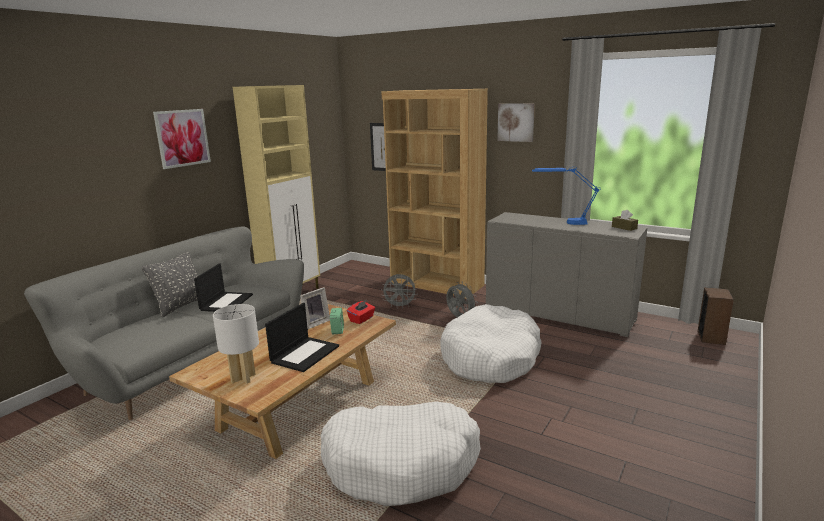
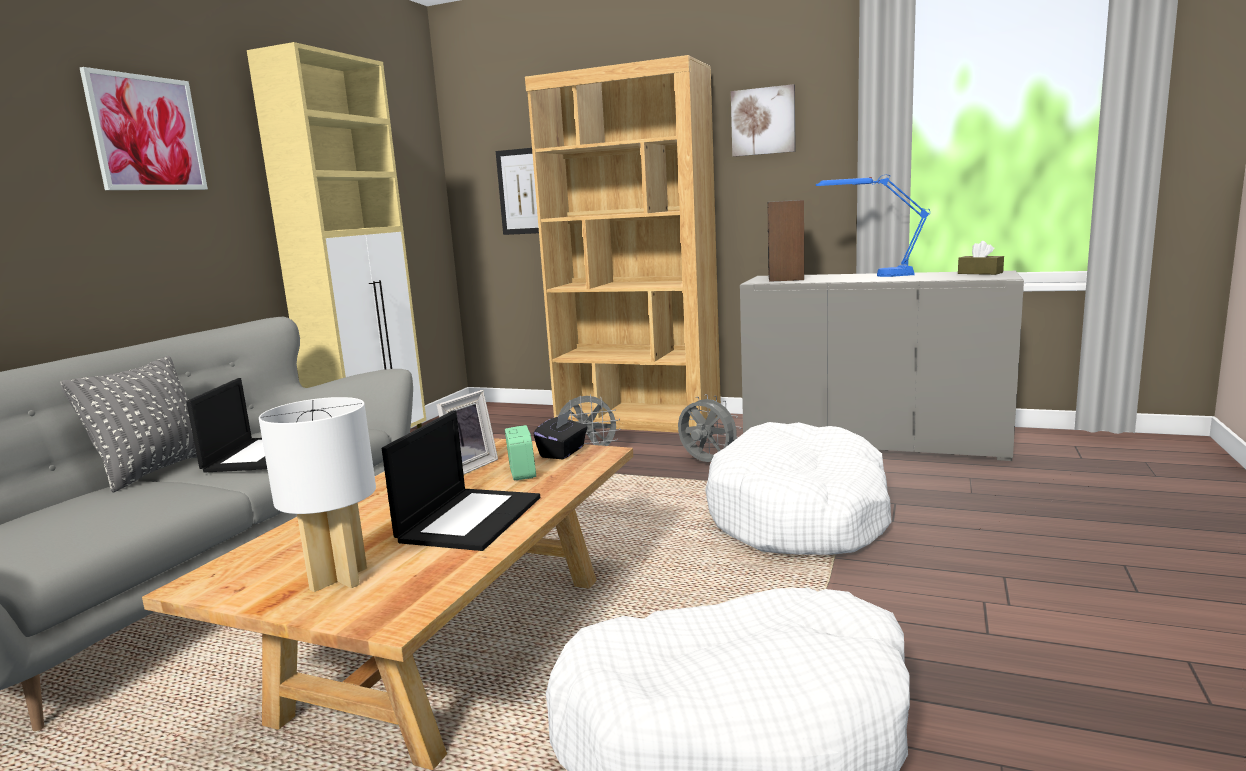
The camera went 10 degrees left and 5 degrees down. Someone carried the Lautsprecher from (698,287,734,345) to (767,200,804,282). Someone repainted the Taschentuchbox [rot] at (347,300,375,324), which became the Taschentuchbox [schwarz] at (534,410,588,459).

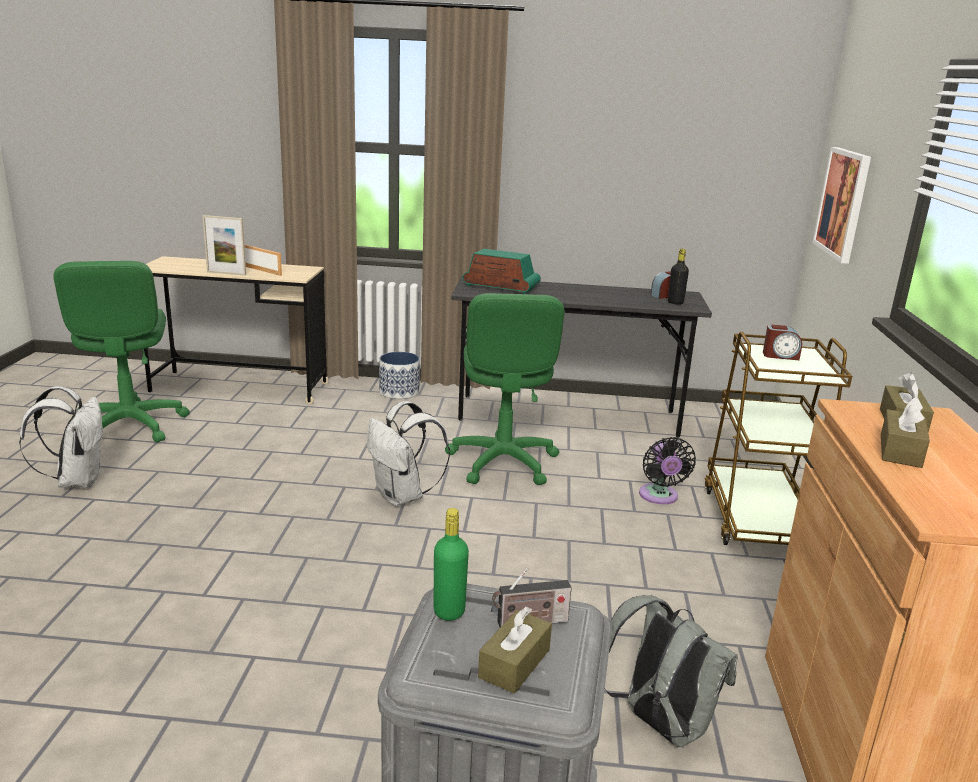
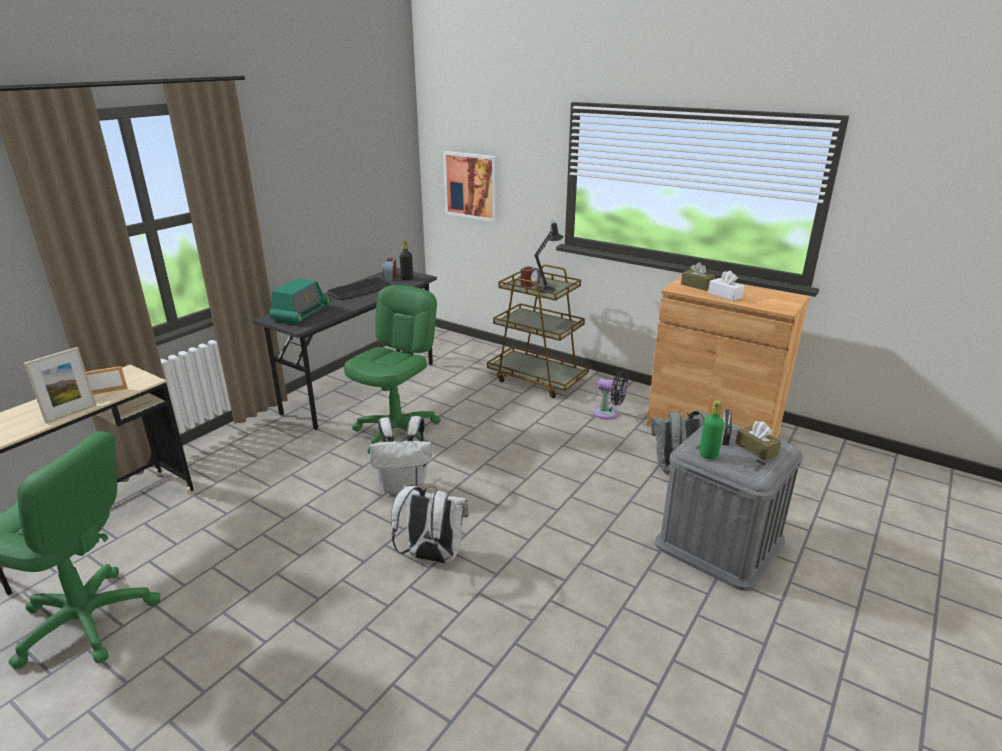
The camera went 60 degrees left and 5 degrees up. Someone rotated the Radio at (462,249,541,294) by 150 degrees clockwise. Someone rotated the Bürostuhl [grün] at (445,293,564,485) by 90 degrees counterclockwise. Someone took away the Pflanzkübel at (379,352,420,399). Someone carried the Rucksack [weiß] from (19,386,104,488) to (391,486,469,563). Someone repainted the Taschentuchbox [braun] at (881,398,930,468), which became the Taschentuchbox [weiß] at (708,271,745,301). Someone carried the Ventilator [schwarz] from (639,437,696,504) to (593,370,628,419). Someone put down the Tischlampe [schwarz] at (534,220,563,293). Someone put down the Tastatur at (327,277,391,300).

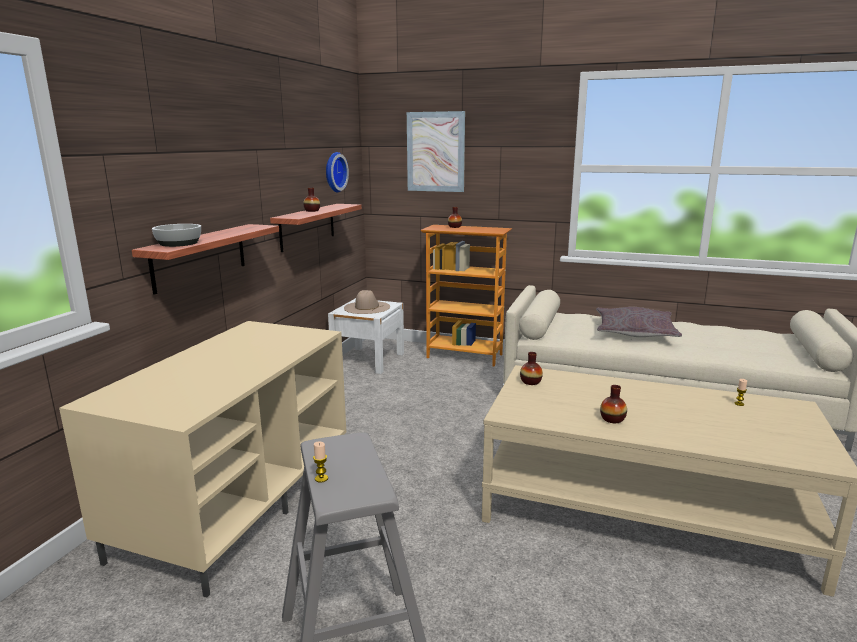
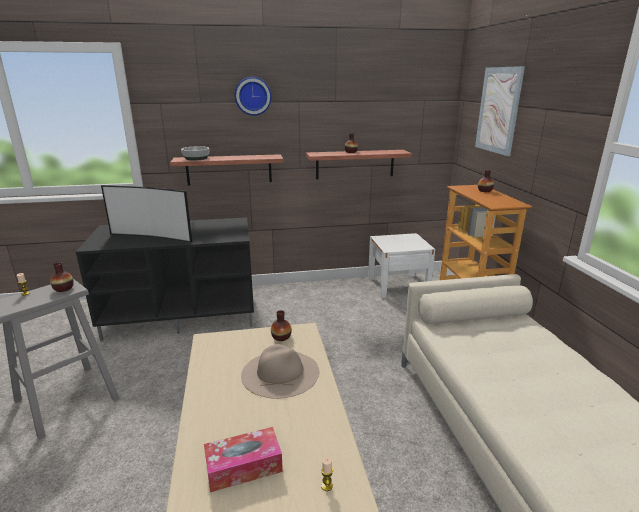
The camera went 60 degrees right and 5 degrees up. Someone carried the Wanduhr from (326,152,349,192) to (235,77,272,116). Someone carried the Hut [beige] from (344,290,390,314) to (241,344,319,399). Someone took away the Kissen [grau] at (596,307,682,337). Someone repainted the Fernsehschrank [beige] at (59,321,346,597), which became the Fernsehschrank [schwarz] at (76,217,254,341). Someone carried the Vase from (600,385,627,423) to (50,262,74,292). Someone put down the Fernseher at (101,185,192,242). Someone put down the Taschentuchbox at (204,427,283,492).

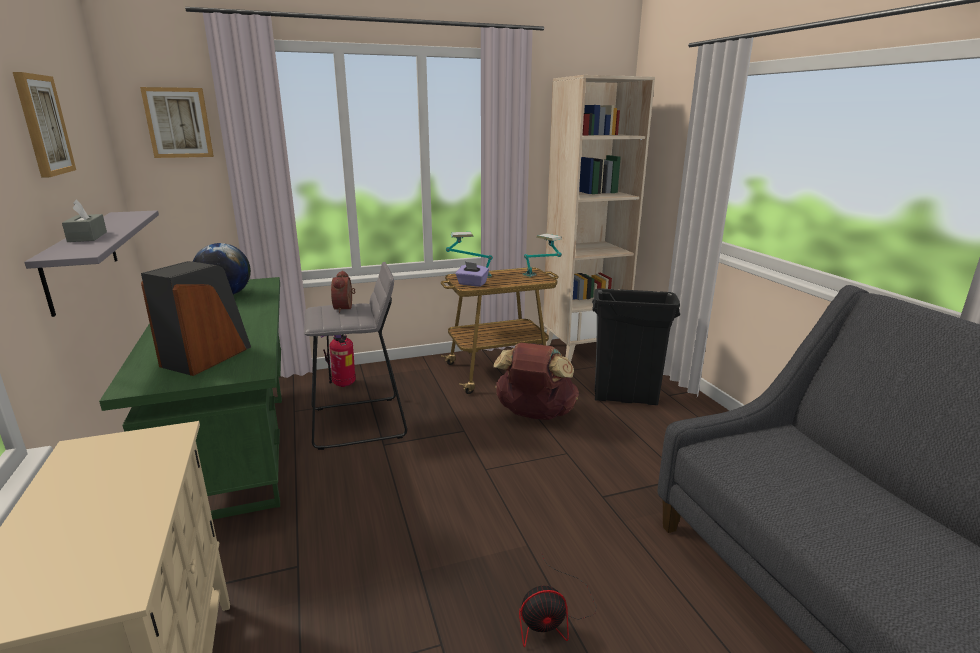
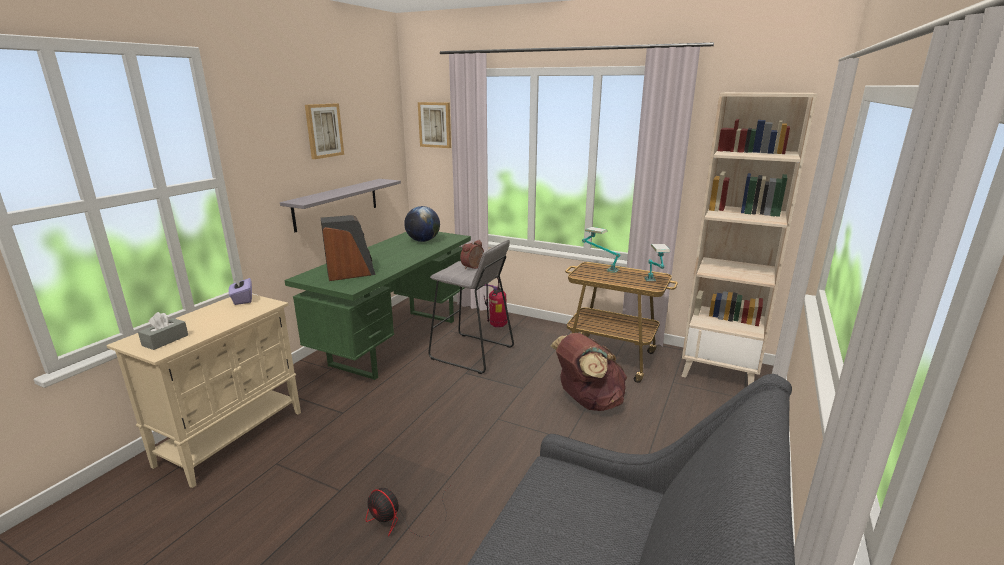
The camera went 45 degrees right and 0 degrees up. Someone carried the Taschentuchbox [grau] from (62,200,107,242) to (138,312,188,350). Someone carried the Taschentuchbox [lila] from (456,262,489,287) to (229,275,252,305). Someone took away the Mülleimer [schwarz] at (592,288,680,405).

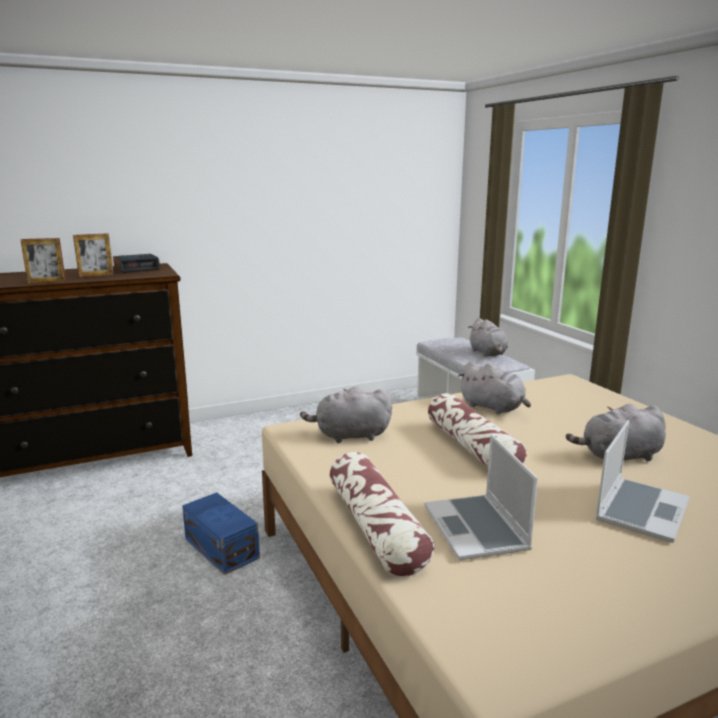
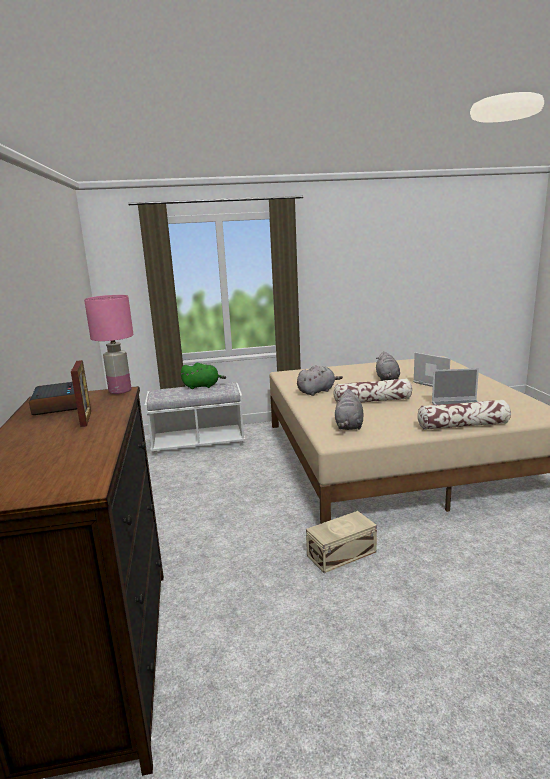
The camera went 75 degrees left and 0 degrees up. Someone took away the Bilderrahmen at (21,238,66,284). Someone repainted the Plüschtier [grau] at (468,318,508,357), which became the Plüschtier [grün] at (181,363,226,389). Someone repainted the Aufbewahrungsbox [blau] at (182,492,260,575), which became the Aufbewahrungsbox [beige] at (306,511,377,573). Someone put down the Tischlampe [rosa] at (84,295,134,394).

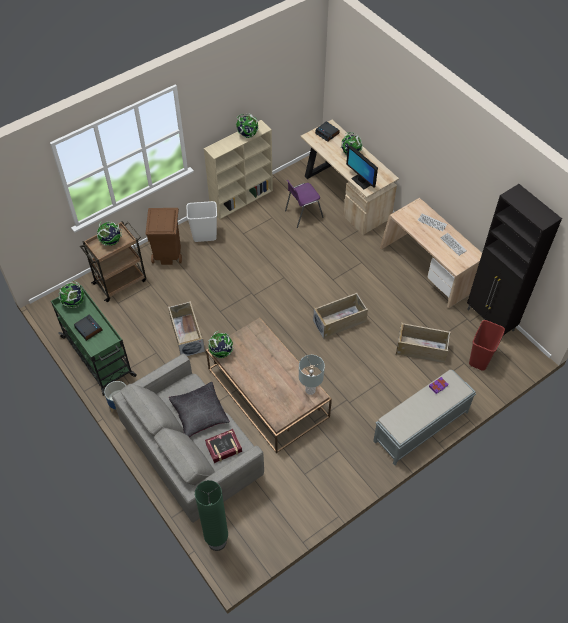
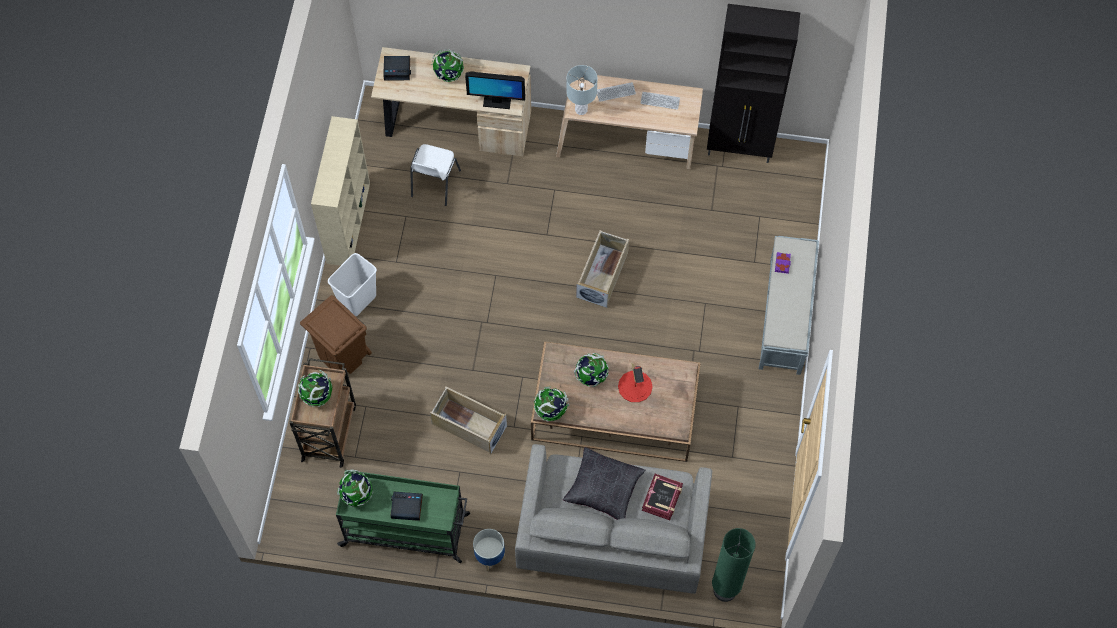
The camera went 45 degrees left and 10 degrees up. Someone carried the Globus from (235,113,259,138) to (574,353,609,387). Someone repainted the Stuhl [lila] at (285,180,324,228), which became the Stuhl [weiß] at (410,144,461,206). Someone took away the Mülleimer [rot] at (469,320,505,371). Someone took away the Aufbewahrungsbox [beige] at (396,322,451,363). Someone carried the Tischlampe [grau] from (299,355,325,395) to (566,65,598,115). Someone put down the Tischlampe [rot] at (618,363,653,402).

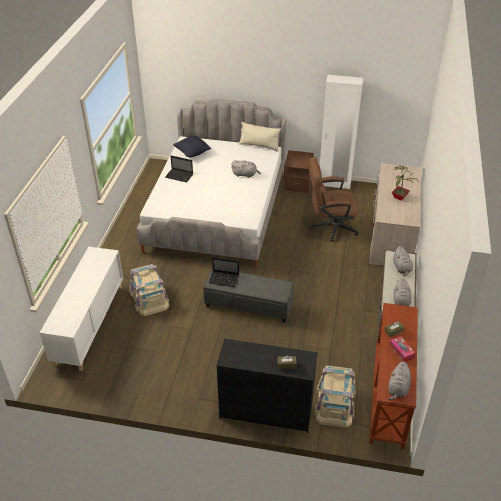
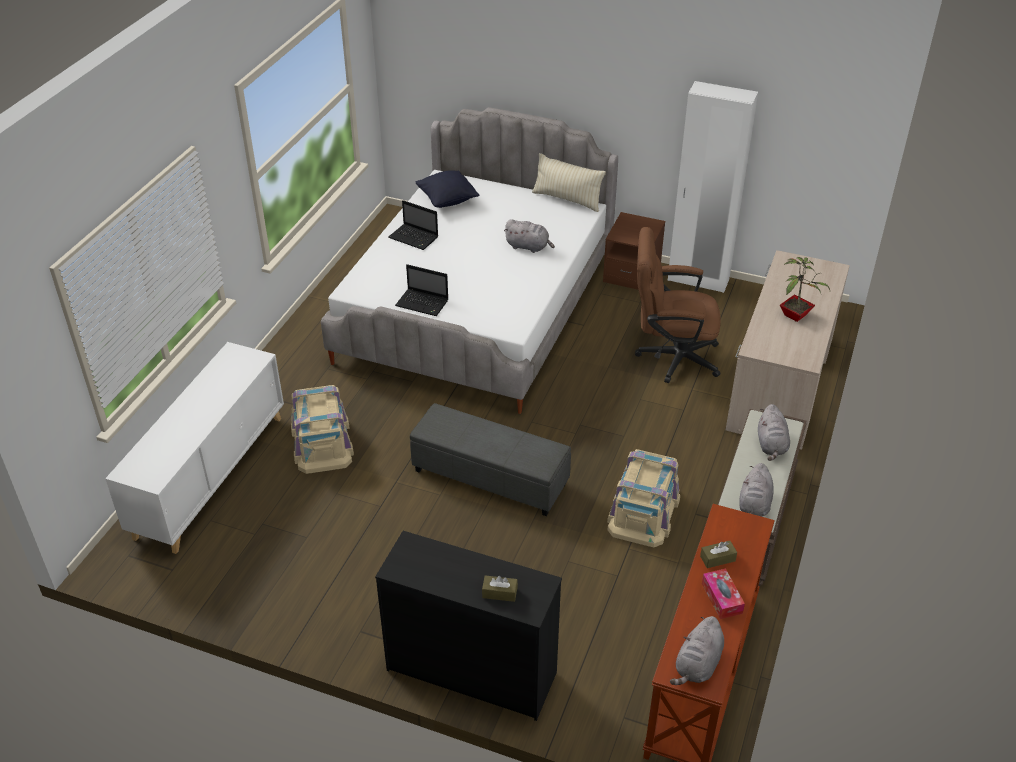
The camera went 10 degrees right and 0 degrees up. Someone carried the Laptop from (209,257,239,287) to (395,264,448,316). Someone carried the Aufbewahrungsbox [beige] from (315,366,355,428) to (607,449,680,547).

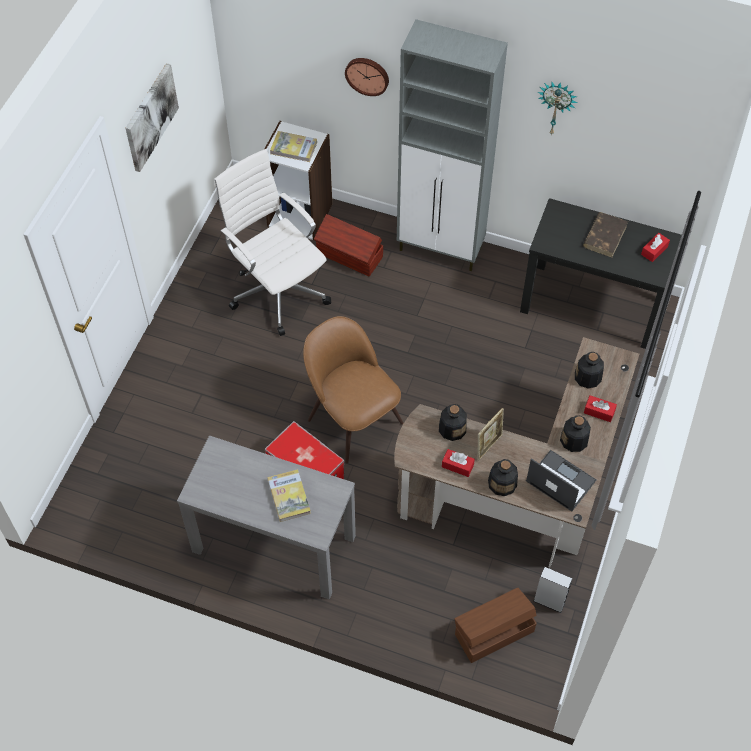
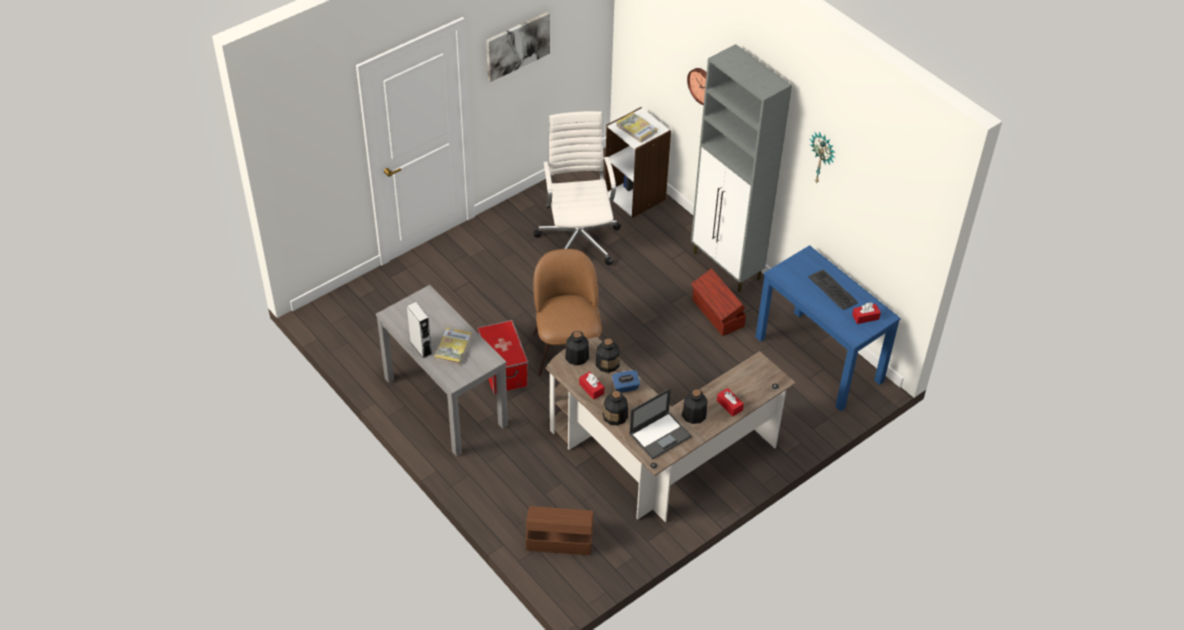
The camera went 30 degrees right and 10 degrees down. Someone repainted the Konsolentisch [schwarz] at (520,198,682,349), which became the Konsolentisch [blau] at (755,245,901,411). Someone swapped the Buch [braun] at (583,212,628,258) for the Tastatur at (808,269,858,310). Someone carried the Aufbewahrungsbox [braun] from (314,214,383,276) to (691,268,746,336). Someone carried the Flasche from (575,352,604,388) to (565,331,589,365). Someone swapped the Bilderrahmen at (477,408,504,461) for the Taschentuchbox [blau] at (612,370,640,393). Someone rotated the Laptop at (526,450,597,511) by 75 degrees clockwise. Someone carried the Lautsprecher [grau] from (533,567,572,613) to (407,302,432,358).

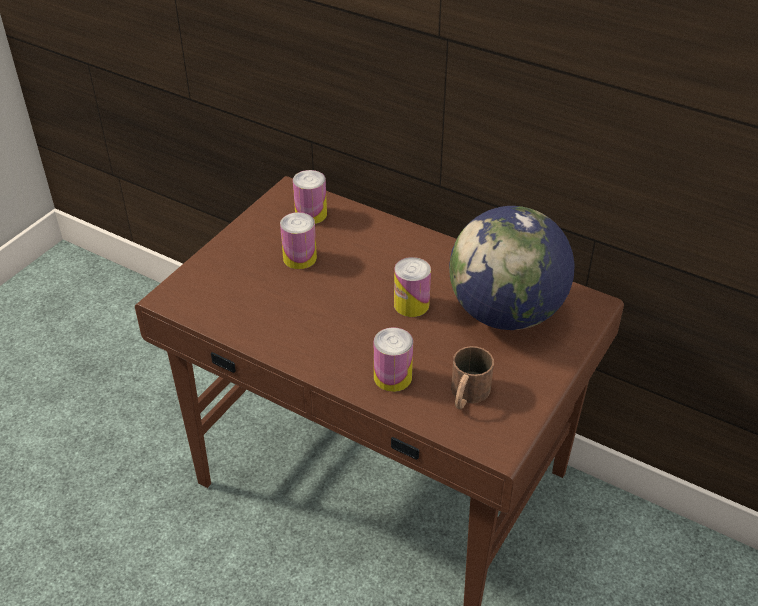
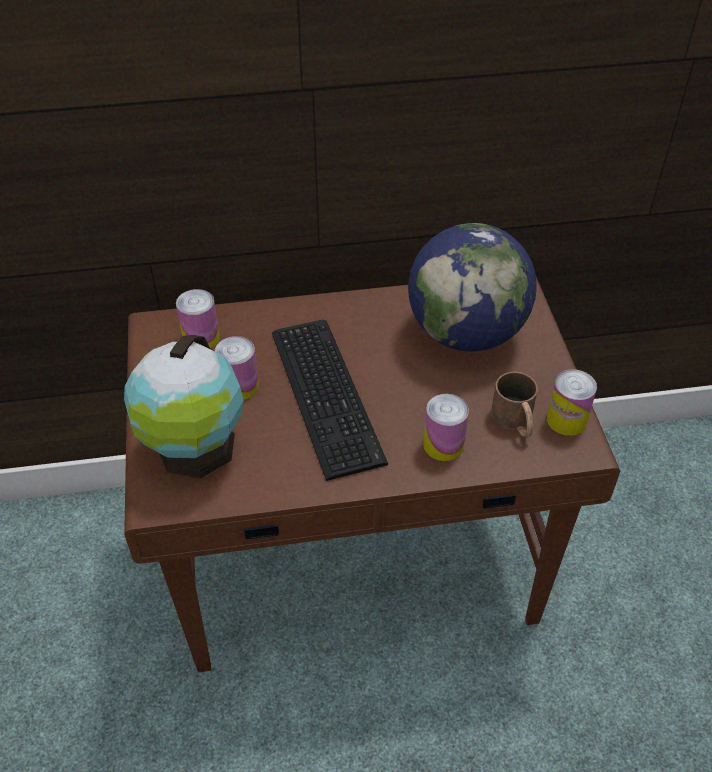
The camera went 40 degrees left and 5 degrees up. Someone carried the Dose from (394,257,431,317) to (547,369,597,436). Someone put down the Tastatur at (272,320,388,481). Someone put down the Globus at (124,335,244,479).

